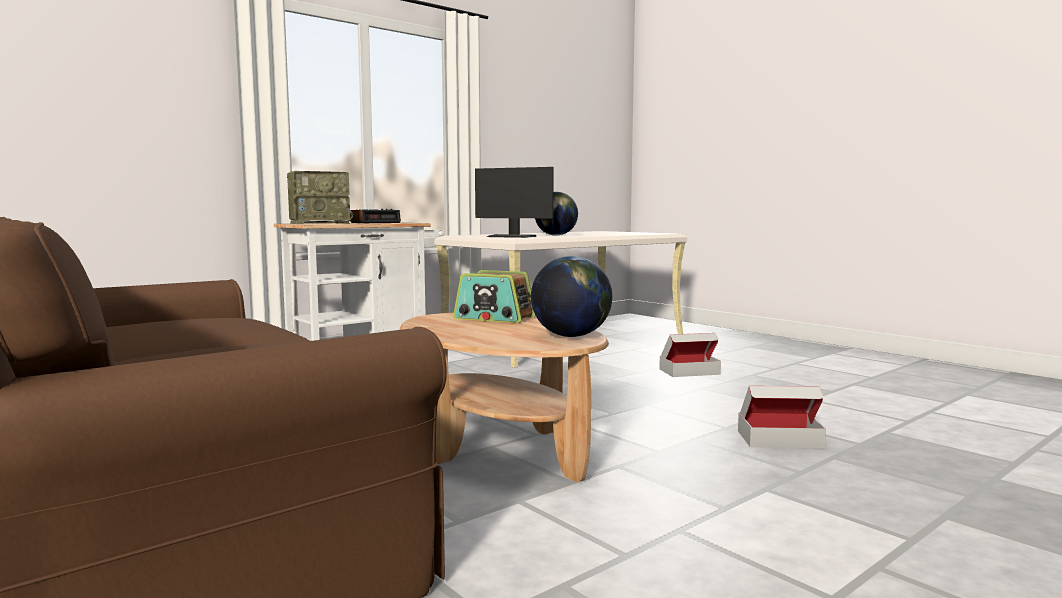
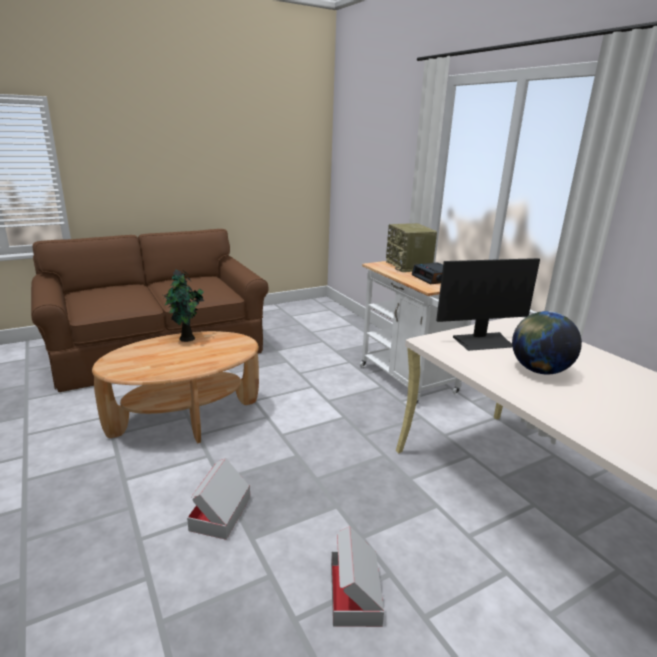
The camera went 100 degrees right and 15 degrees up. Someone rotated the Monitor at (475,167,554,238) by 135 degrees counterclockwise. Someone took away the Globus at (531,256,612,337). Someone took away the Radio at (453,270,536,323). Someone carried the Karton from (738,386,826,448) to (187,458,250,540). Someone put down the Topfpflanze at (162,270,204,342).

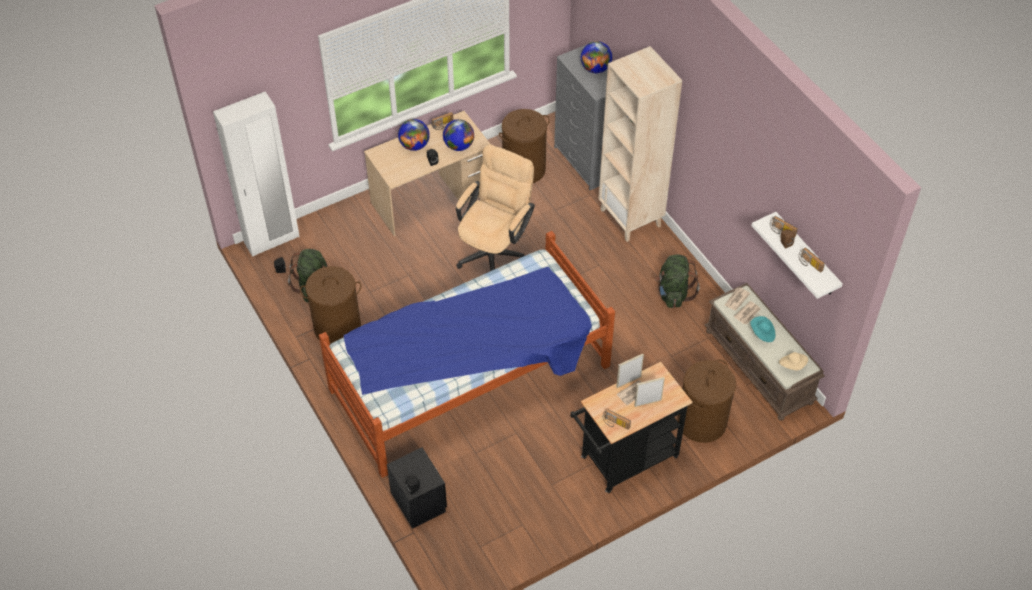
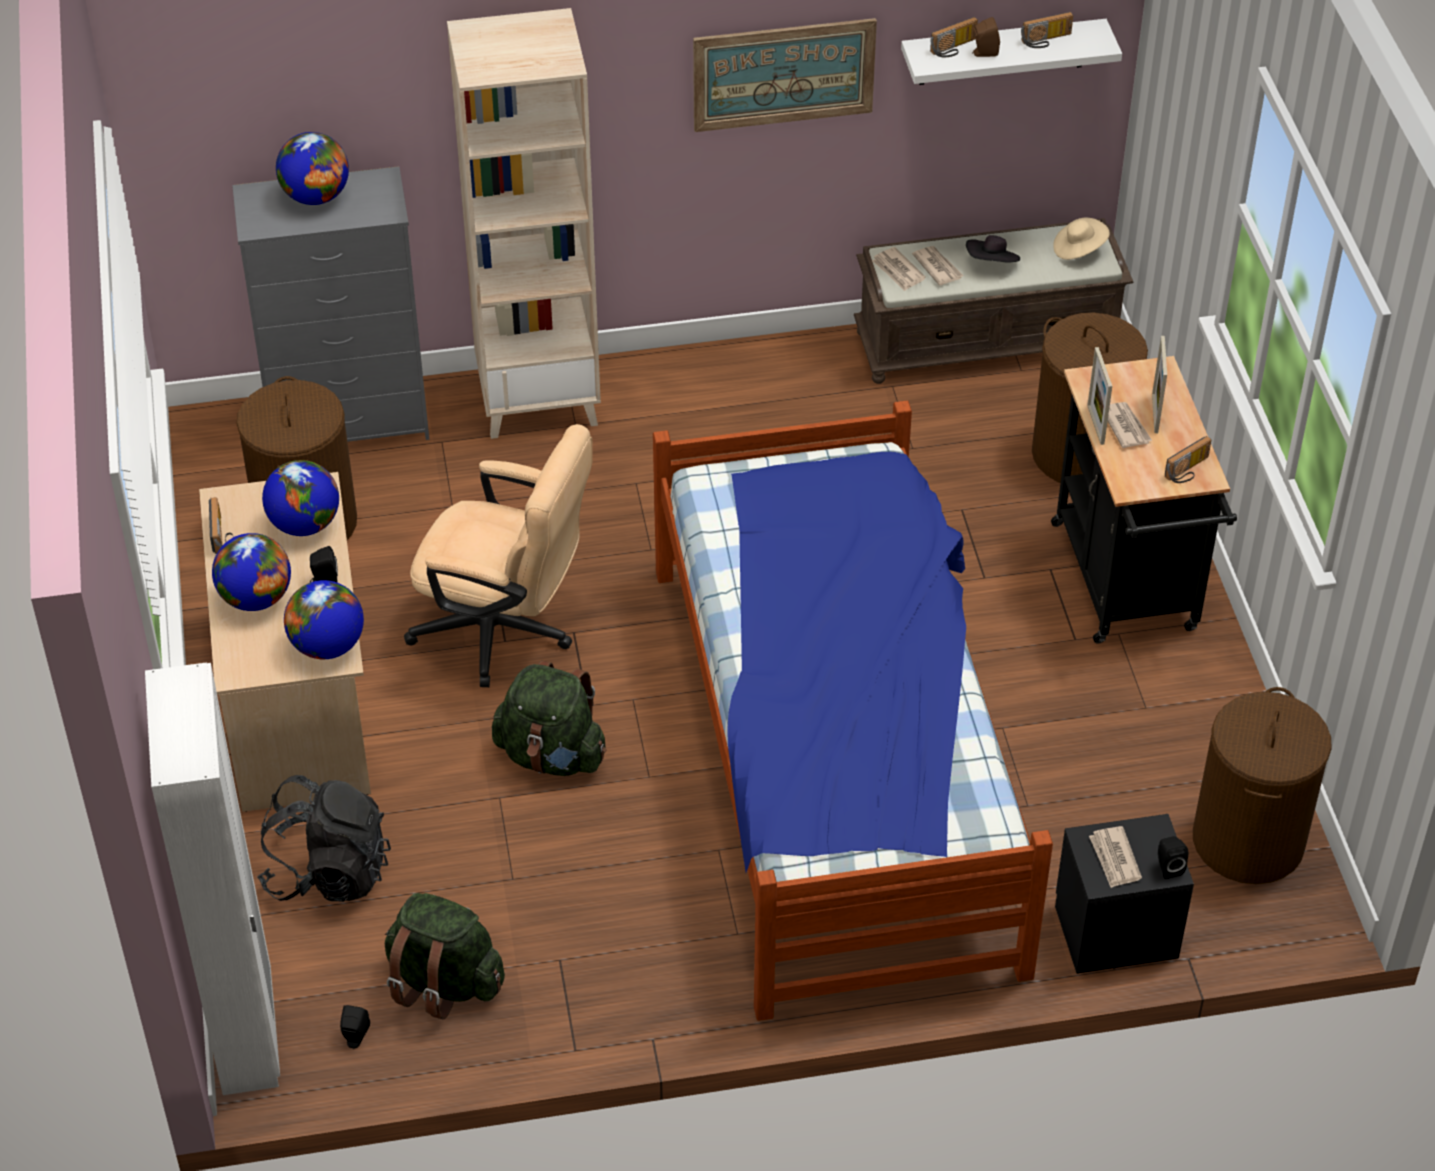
The camera went 70 degrees left and 5 degrees down. Someone rotated the Bürostuhl [beige] at (456,144,535,271) by 150 degrees clockwise. Someone carried the Rucksack [grün] from (655,255,700,308) to (492,661,606,776). Someone carried the Wäschekorb [braun] from (300,266,361,344) to (1193,687,1332,884). Someone repainted the Hut [türkis] at (750,316,775,342), which became the Hut [schwarz] at (966,235,1020,263). Someone put up the Bild at (693,18,877,132). Someone put down the Globus at (284,580,364,659). Someone put down the Rucksack [schwarz] at (257,775,391,902). Someone put down the Zeitung at (1089,826,1142,888).

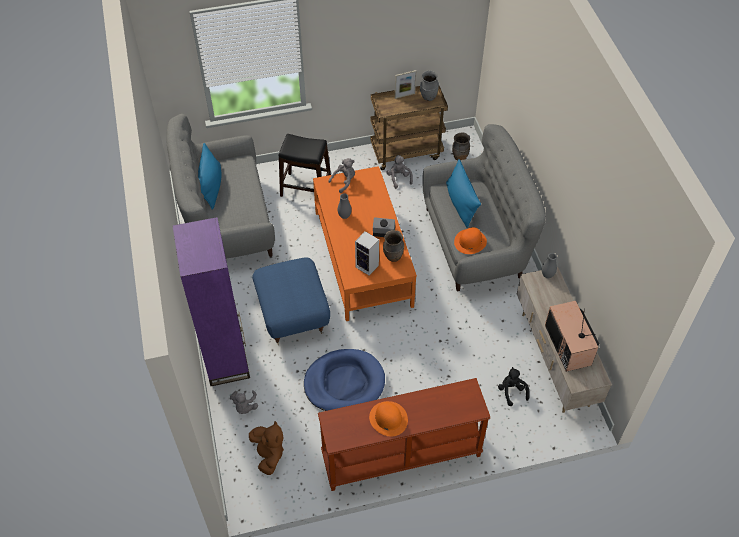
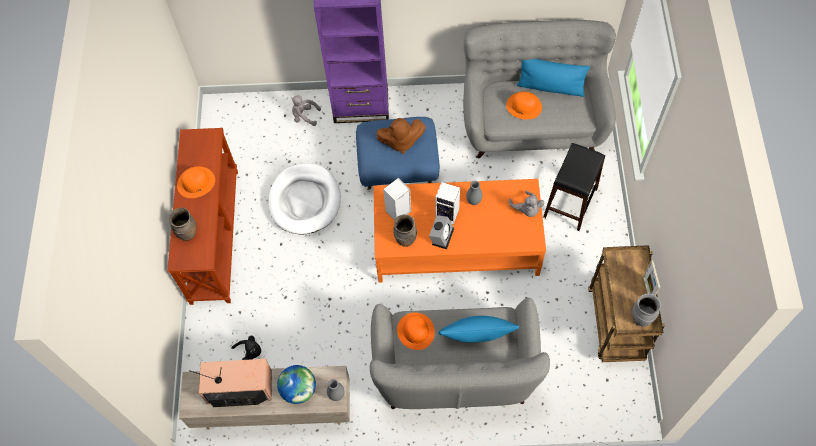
The camera went 105 degrees right and 10 degrees up. Someone carried the Vase [braun] from (452,132,470,160) to (169,208,197,241). Someone took away the Plüschtier [grau] at (386,155,413,188). Someone repainted the Hundebett [blau] at (304,349,385,411), which became the Hundebett [weiß] at (269,163,340,235). Someone carried the Plüschtier [braun] from (249,421,284,475) to (376,118,426,154). Someone put down the Hut [orange] at (506,92,542,120). Someone put down the Lautsprecher at (436,182,460,225). Someone put down the Globus at (277,365,316,404).

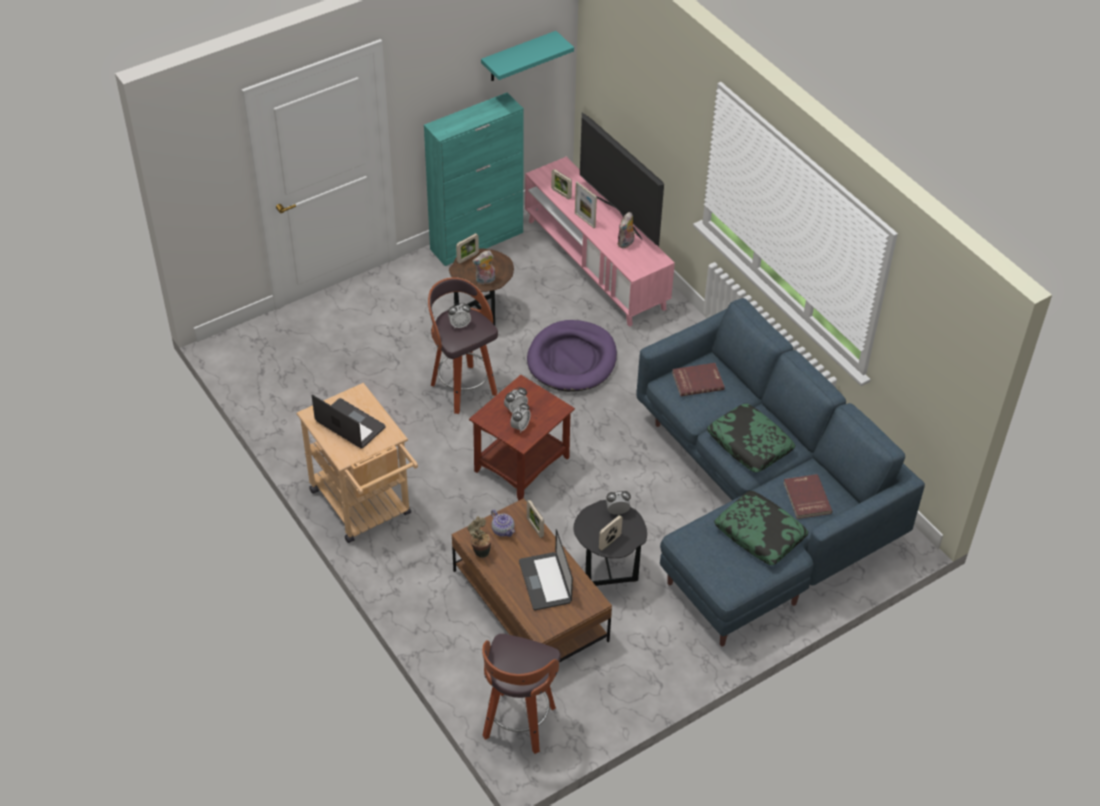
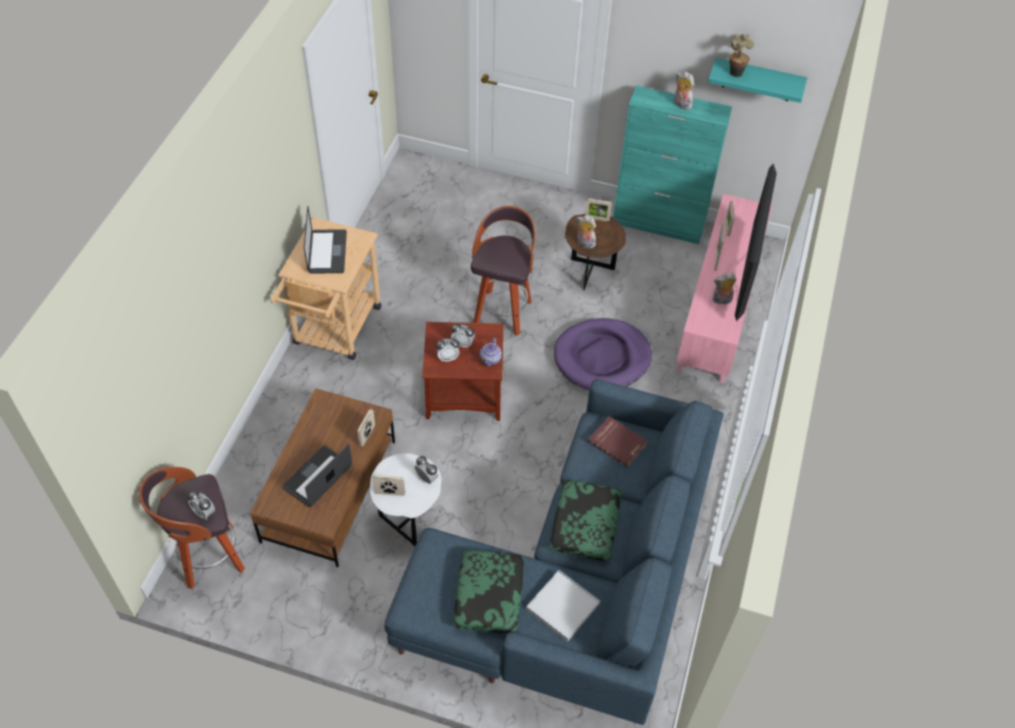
The camera went 50 degrees right and 5 degrees up. Someone carried the Wecker from (448,303,471,329) to (188,491,215,520). Someone swapped the Buch [rot] at (783,474,832,519) for the Tablett [weiß] at (526,570,600,642). Someone repainted the Beistelltisch [schwarz] at (573,500,647,586), which became the Beistelltisch [weiß] at (370,453,441,546). Someone carried the Teekanne from (491,510,515,537) to (480,338,502,367). Someone carried the Topfpflanze from (468,516,492,558) to (730,34,754,78). Someone put down the Plüschtier at (674,72,694,110).

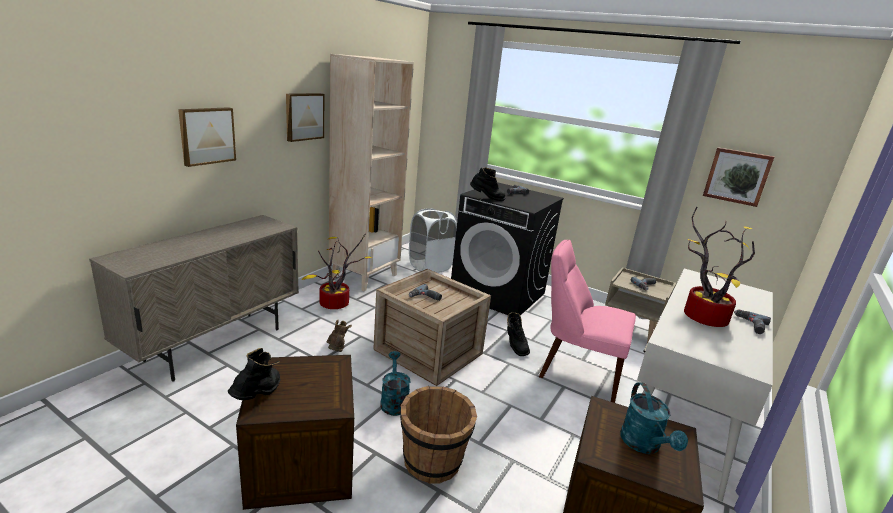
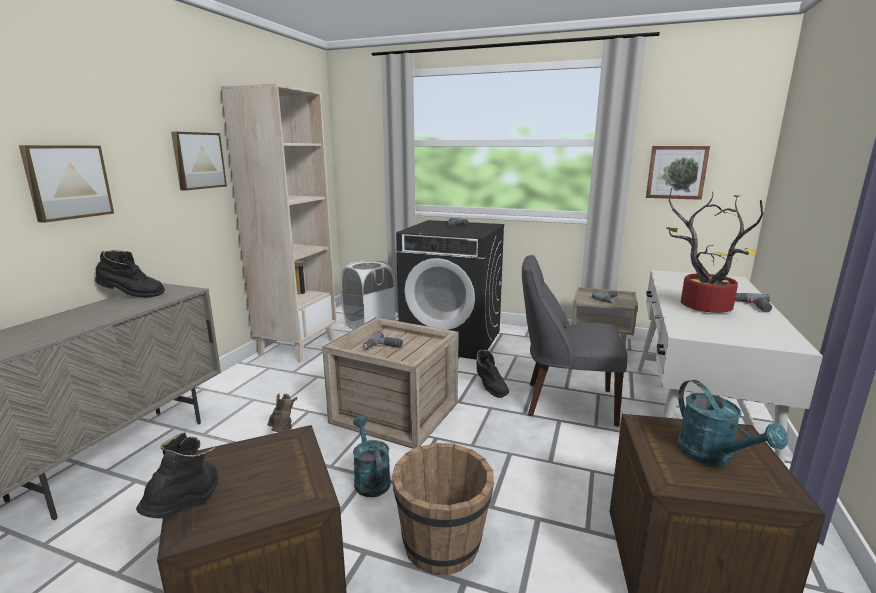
The camera went 10 degrees left and 5 degrees down. Someone carried the Stiefel [schwarz] from (470,168,506,201) to (95,250,165,297). Someone took away the Topfpflanze at (302,234,372,309). Someone repainted the Stuhl [rosa] at (539,240,636,403), which became the Stuhl [grau] at (522,255,628,426).

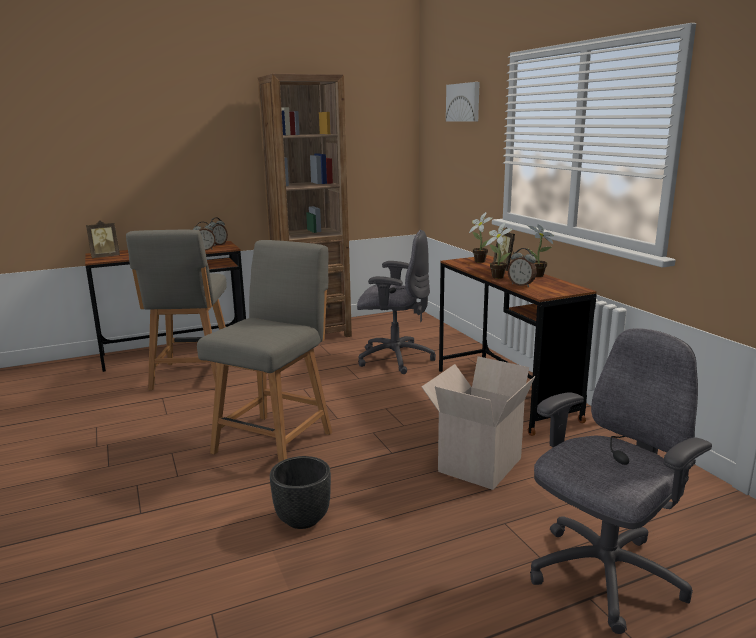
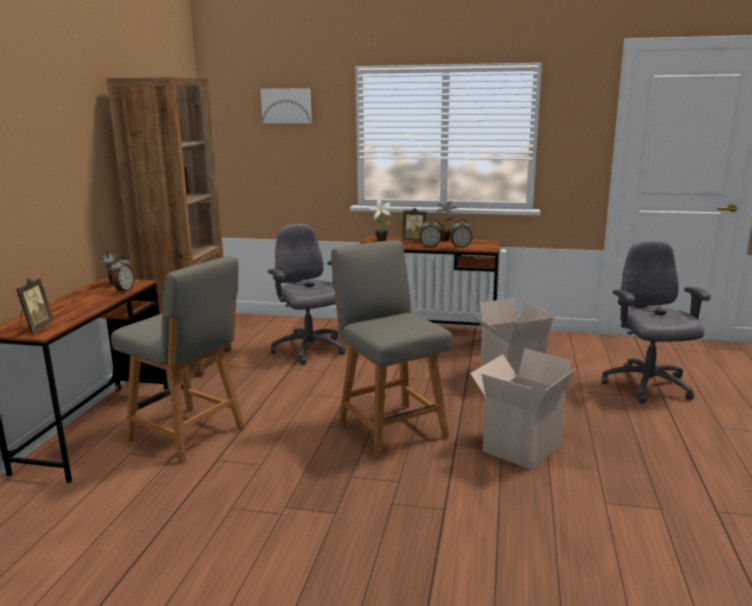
The camera went 55 degrees left and 0 degrees up. Someone swapped the Topfpflanze at (486,222,513,279) for the Wecker at (419,219,441,247). Someone rotated the Bürostuhl [grau] at (357,230,436,374) by 75 degrees counterclockwise. Someone swapped the Pflanzkübel [schwarz] at (270,456,331,529) for the Karton at (470,348,576,470).

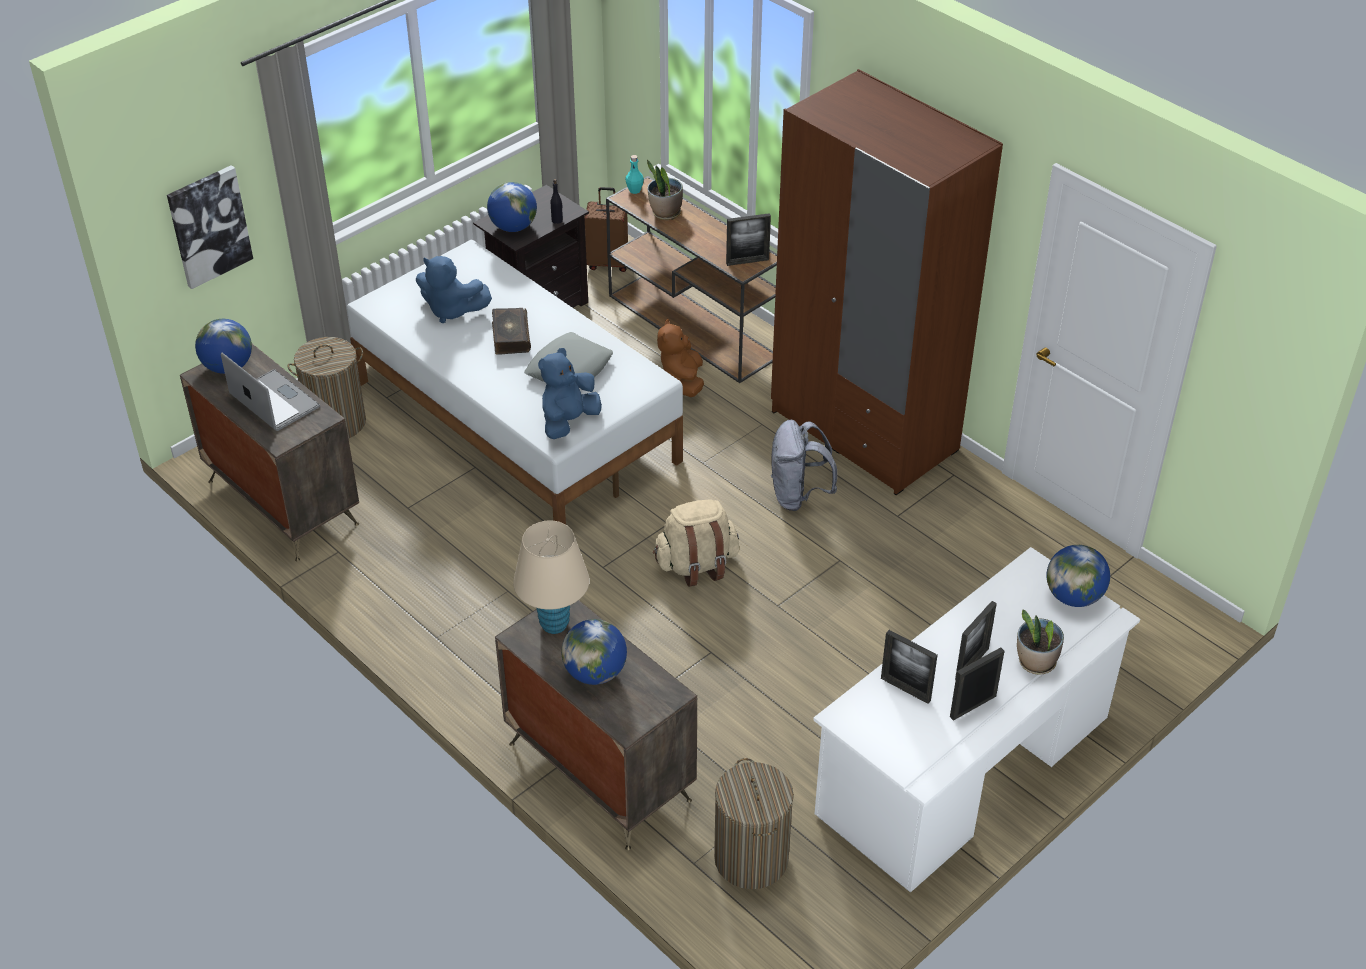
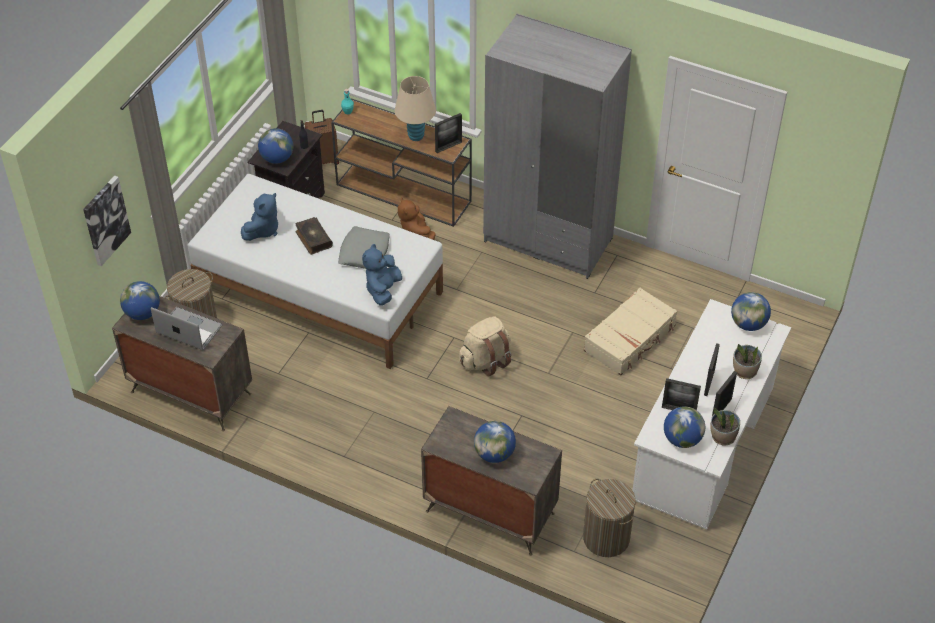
The camera went 20 degrees left and 5 degrees up. Someone repainted the Kleiderschrank [braun] at (771,69,1003,495), which became the Kleiderschrank [grau] at (483,14,632,279). Someone carried the Topfpflanze from (647,160,683,220) to (710,408,740,445). Someone rotated the Plüschtier [blau] at (416,256,492,323) by 60 degrees counterclockwise. Someone took away the Rucksack [grau] at (771,420,837,511). Someone carried the Tischlampe [beige] from (513,520,590,634) to (395,76,436,141). Someone put down the Koffer [beige] at (584,287,677,376). Someone put down the Globus at (664,407,705,448).

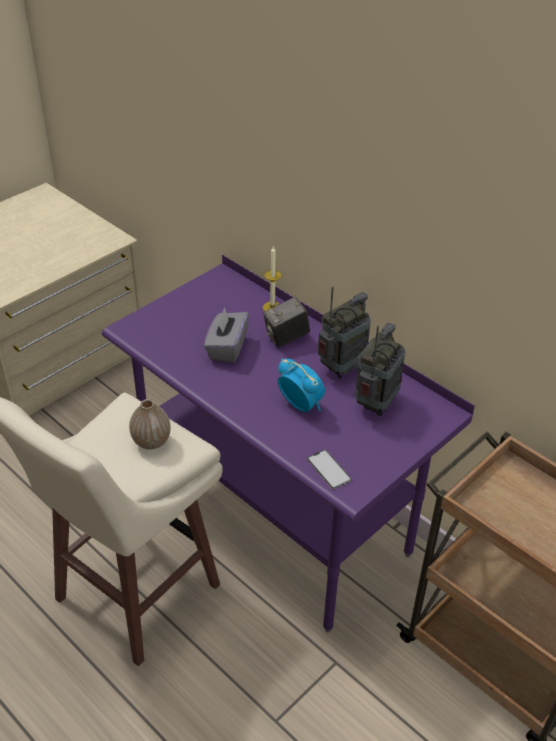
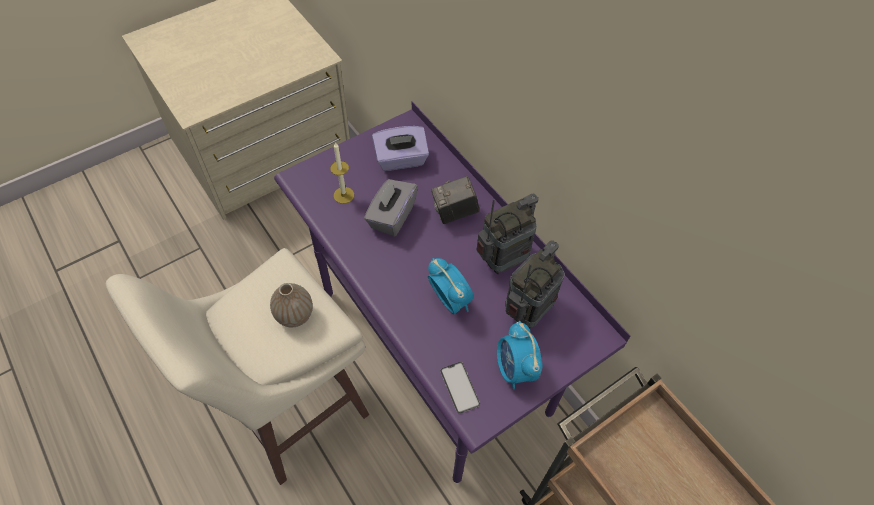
The camera went 10 degrees right and 15 degrees up. Someone carried the Kerze from (263,246,282,311) to (330,142,354,204). Someone put down the Taschentuchbox [lila] at (372,126,429,171). Someone put down the Wecker at (497,321,543,390).

